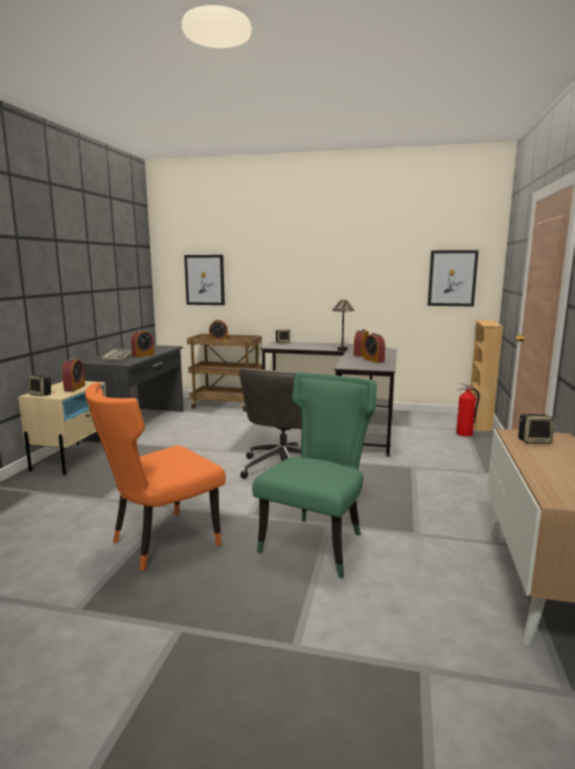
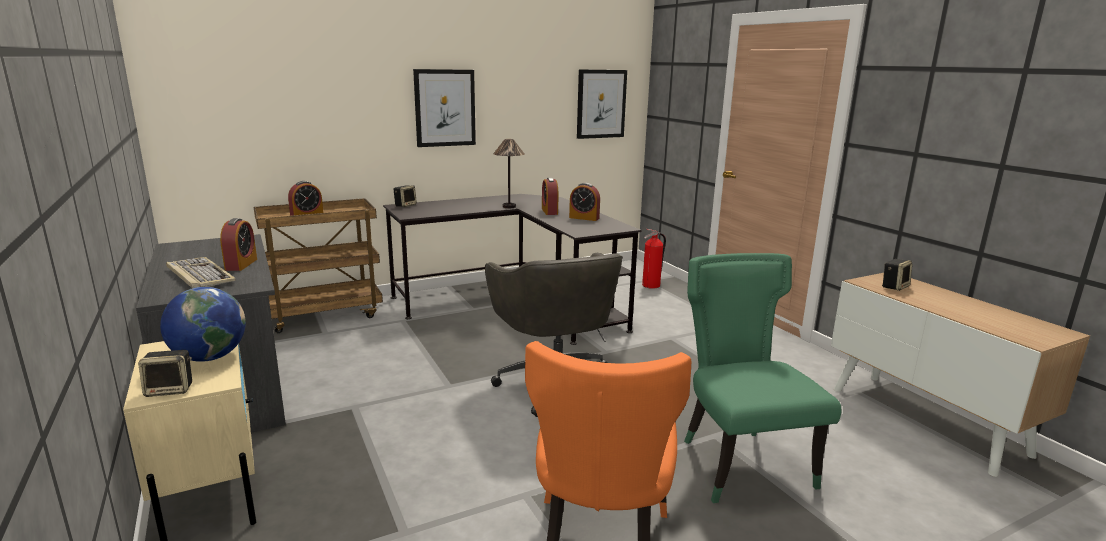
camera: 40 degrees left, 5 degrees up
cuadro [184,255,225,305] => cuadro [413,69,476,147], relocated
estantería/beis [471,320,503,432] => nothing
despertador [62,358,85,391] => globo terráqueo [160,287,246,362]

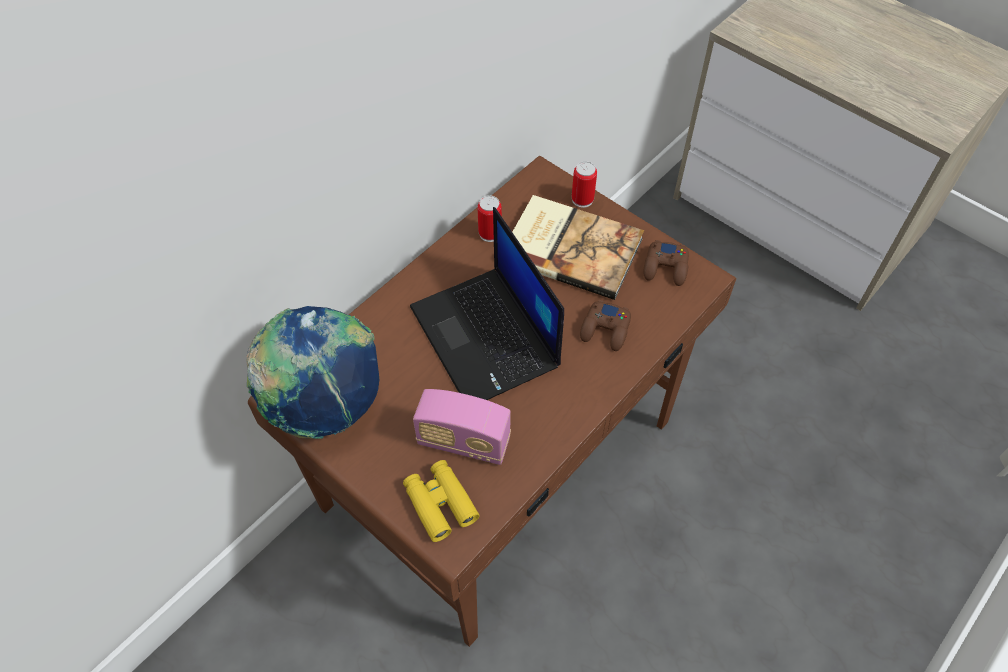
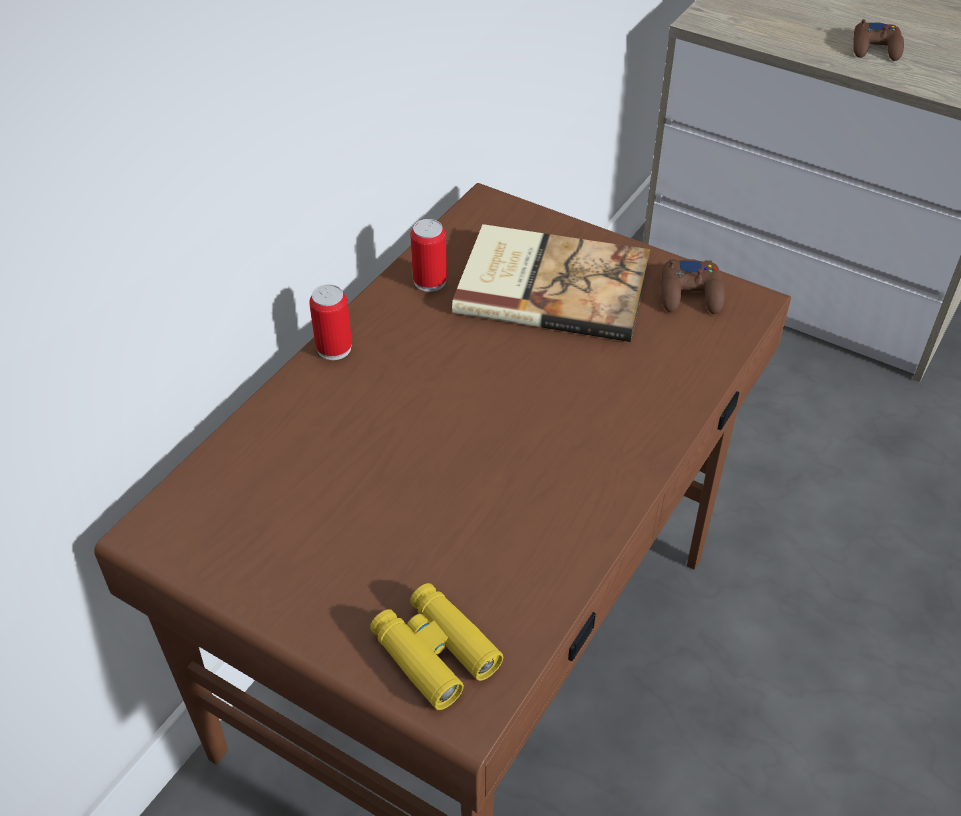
camera: 10 degrees left, 10 degrees down
lata [572,161,597,208] => lata [309,284,352,360], relocated
portátil [410,207,564,400] => nothing
mando de consola/marrón [580,300,631,351] => mando de consola/marrón [853,19,904,61], relocated
globo terráqueo [246,306,379,439] => nothing
radio [413,389,511,465] => nothing

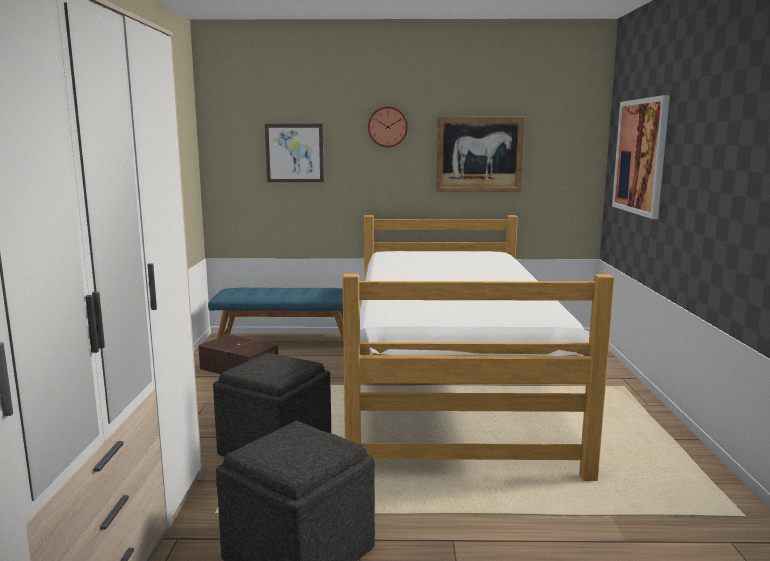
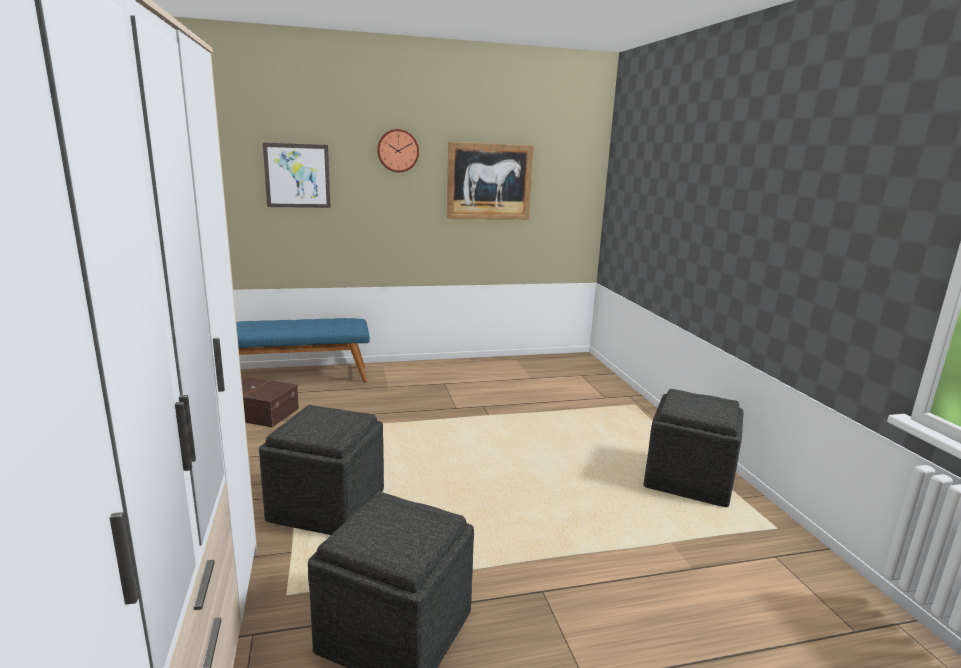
camera: 15 degrees left, 5 degrees up
cuadro [612,95,670,219] => nothing
cama [342,215,614,481] => nothing
nothing => puf/gris [643,389,743,507]

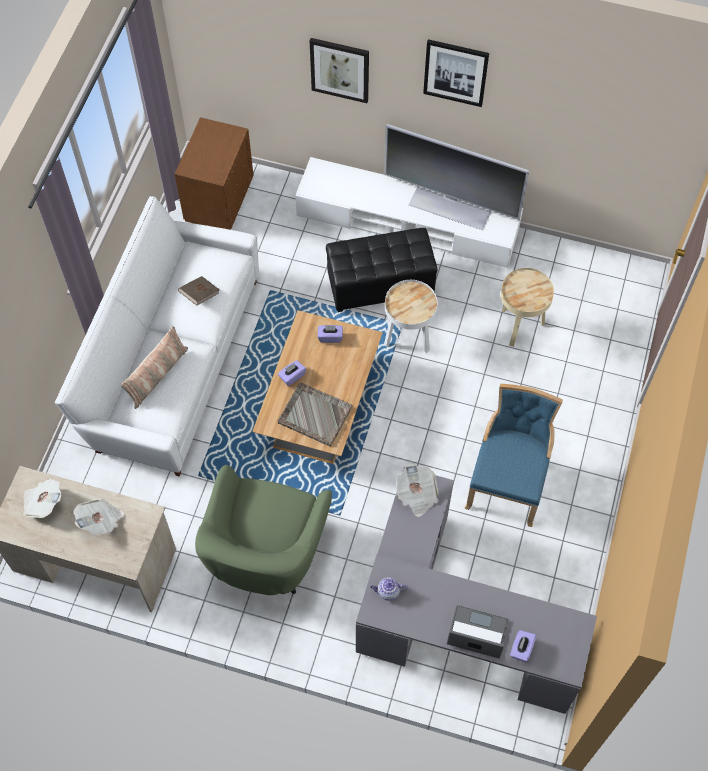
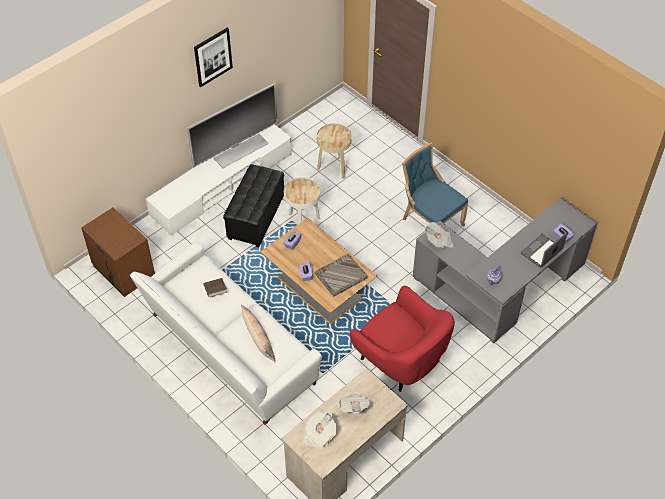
camera: 60 degrees left, 10 degrees down
cuadro [310,38,369,103] => nothing
sillón/verde [195,465,332,595] => sillón/rojo [350,286,455,392]

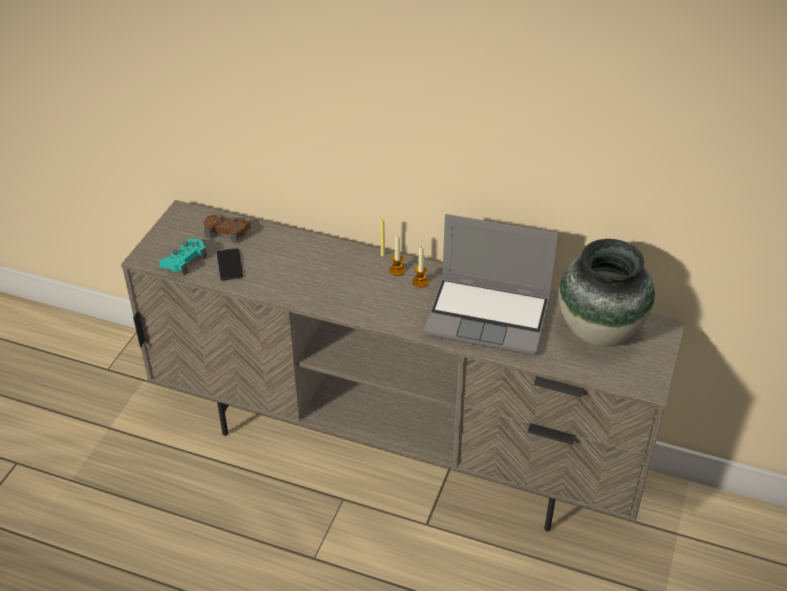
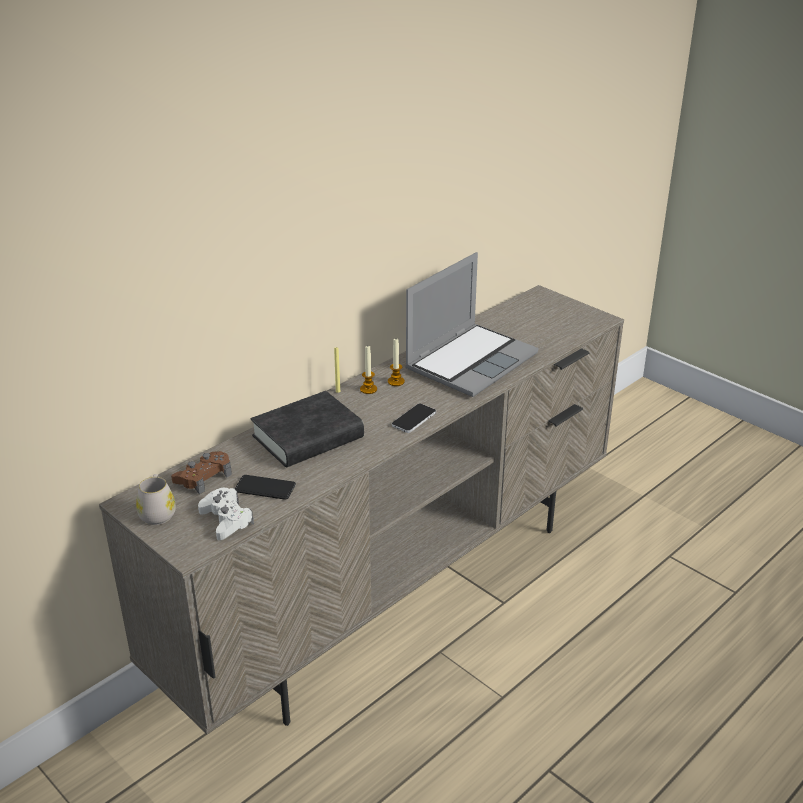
camera: 65 degrees left, 10 degrees down
mando de consola/turquesa [159,239,207,276] => mando de consola/blanco [198,488,254,540]
florero [558,239,655,346] => nothing
nothing => libro/negro [251,391,364,468]
nothing => móvil [392,403,436,433]
nothing => taza grande/blanco [136,474,176,525]

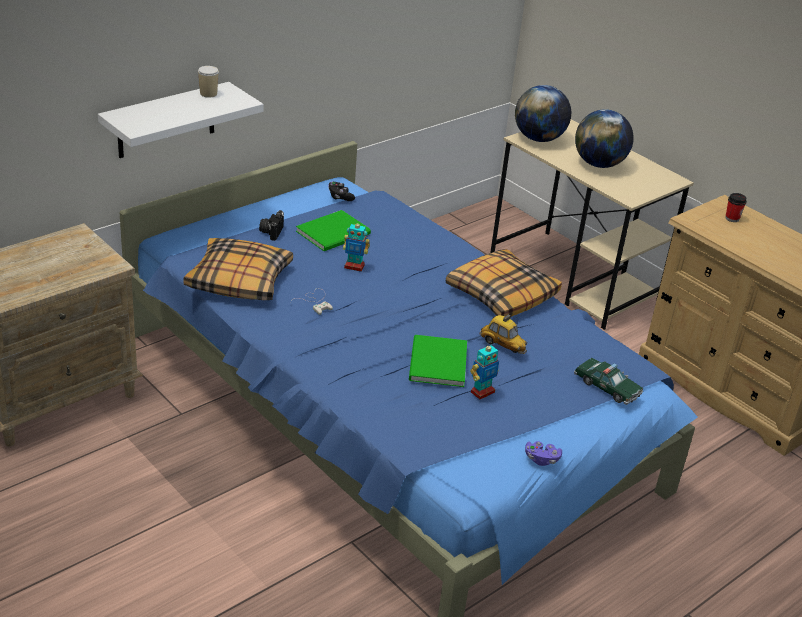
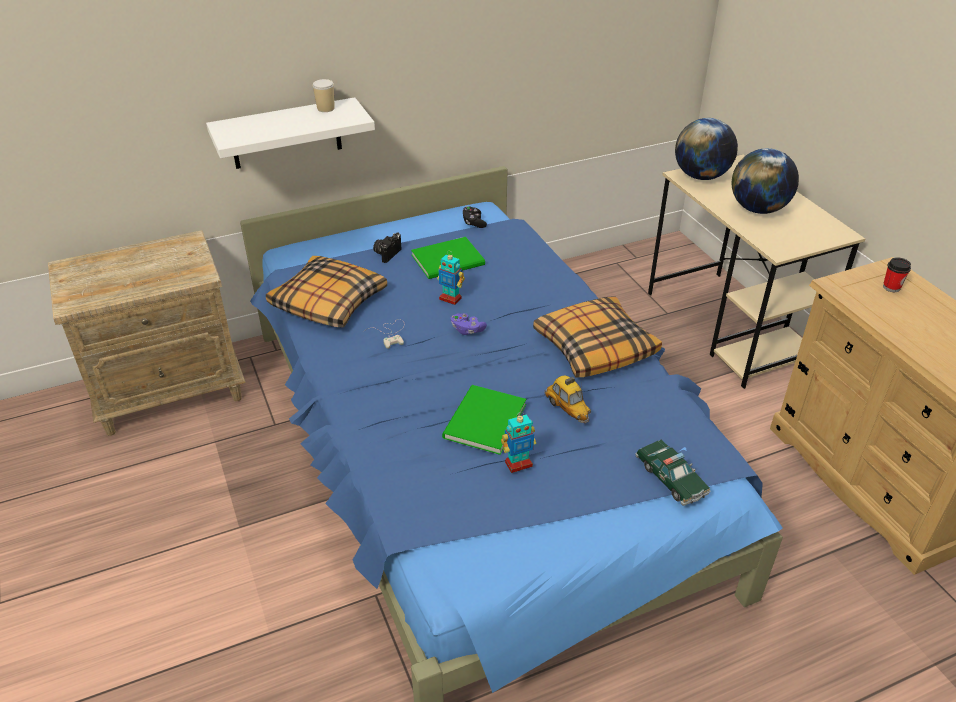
camera: 20 degrees right, 5 degrees up
mando de consola/morado [525,441,562,466] => mando de consola/morado [450,313,487,335], relocated

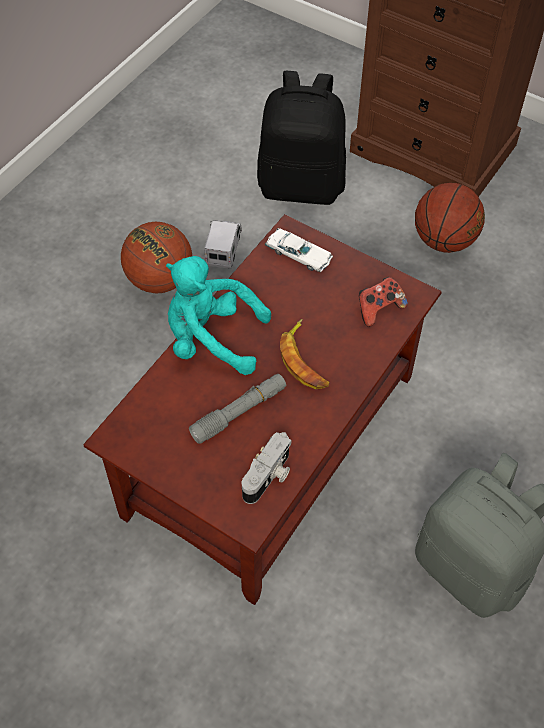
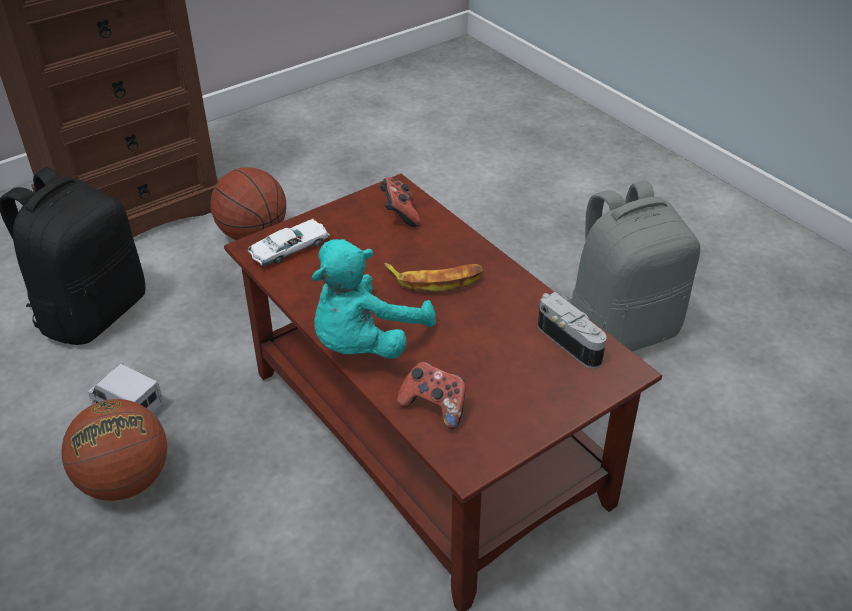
camera: 70 degrees left, 15 degrees down
linterna/gris [189,374,286,444] => nothing
nothing => mando de consola [397,361,466,429]

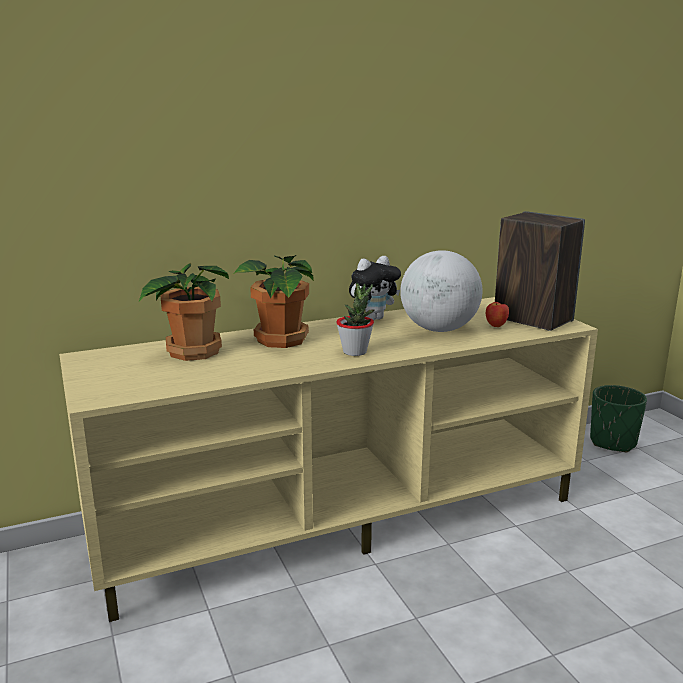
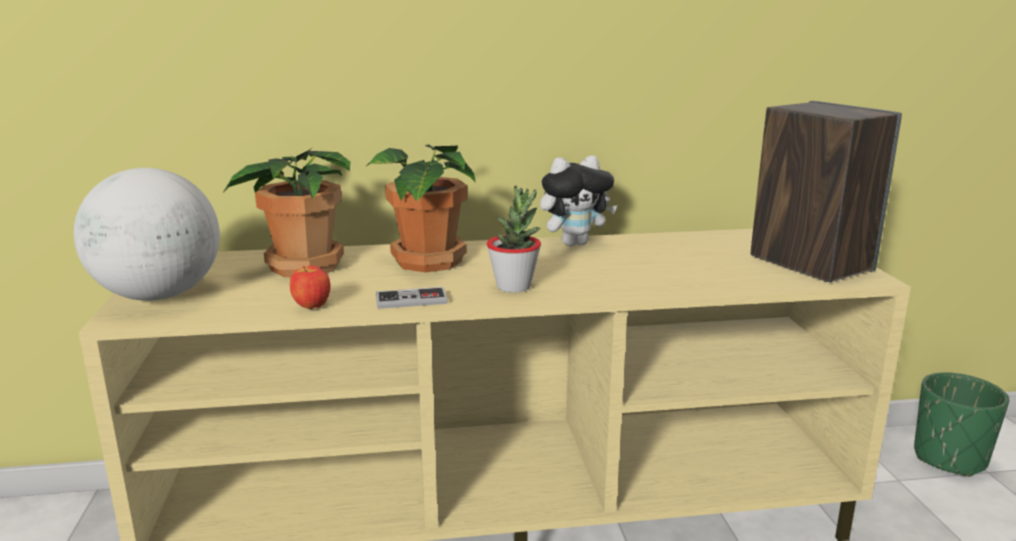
camera: 15 degrees right, 0 degrees up
globo terráqueo [400,250,482,332] => globo terráqueo [74,168,220,301], relocated
manzana [486,302,509,327] => manzana [290,266,331,309], relocated
nothing => mando de consola [376,287,448,309]

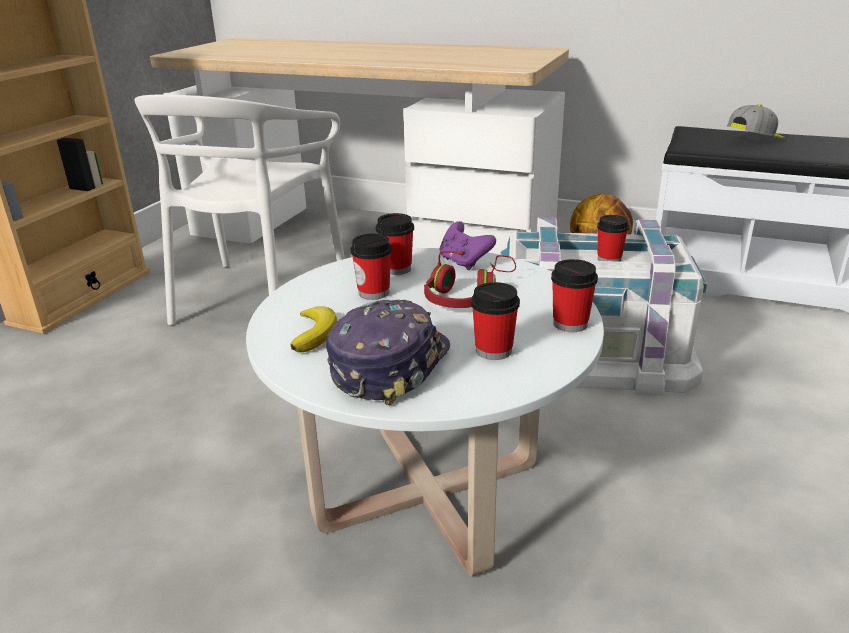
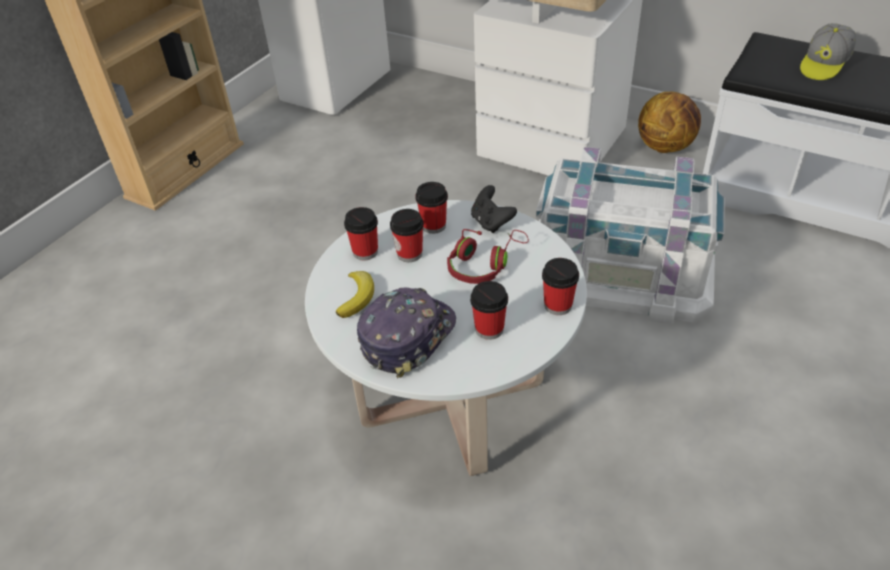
camera: 10 degrees right, 15 degrees up
silla/blanco [134,95,345,325] => nothing
gorra [727,104,785,138] => gorra [800,23,856,80], 150 degrees clockwise
taza [597,215,629,262] => taza [344,207,378,260], relocated
mando de consola/morado [439,221,496,270] => mando de consola/negro [471,185,517,233]

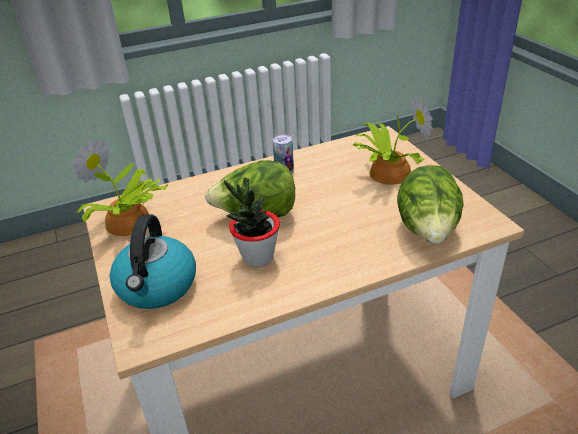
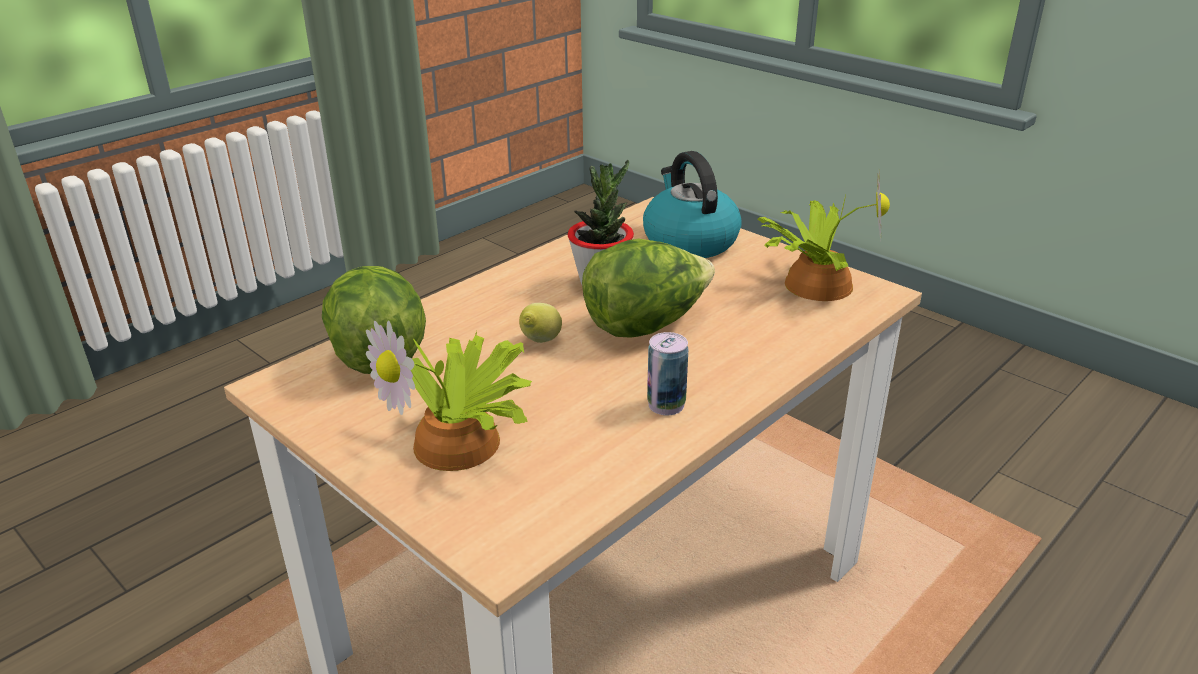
camera: 155 degrees right, 5 degrees down
nothing => limón [519,303,562,343]

